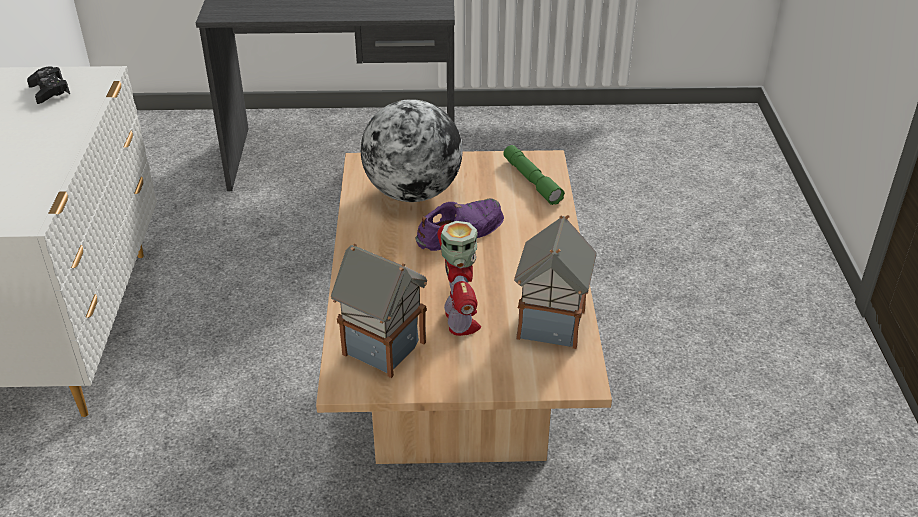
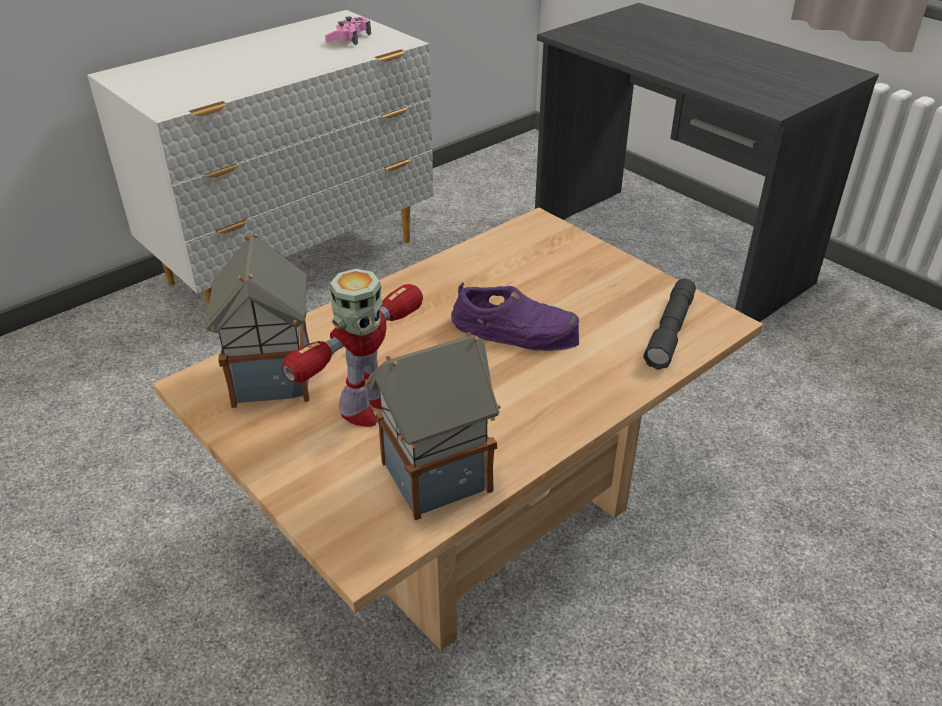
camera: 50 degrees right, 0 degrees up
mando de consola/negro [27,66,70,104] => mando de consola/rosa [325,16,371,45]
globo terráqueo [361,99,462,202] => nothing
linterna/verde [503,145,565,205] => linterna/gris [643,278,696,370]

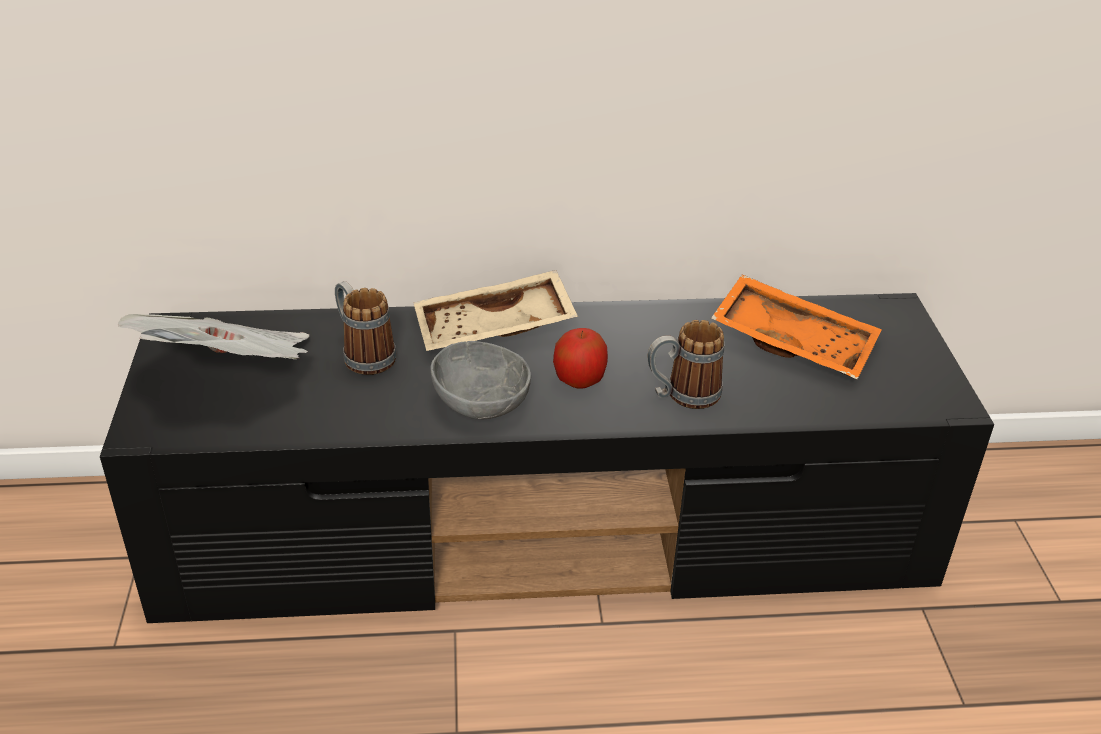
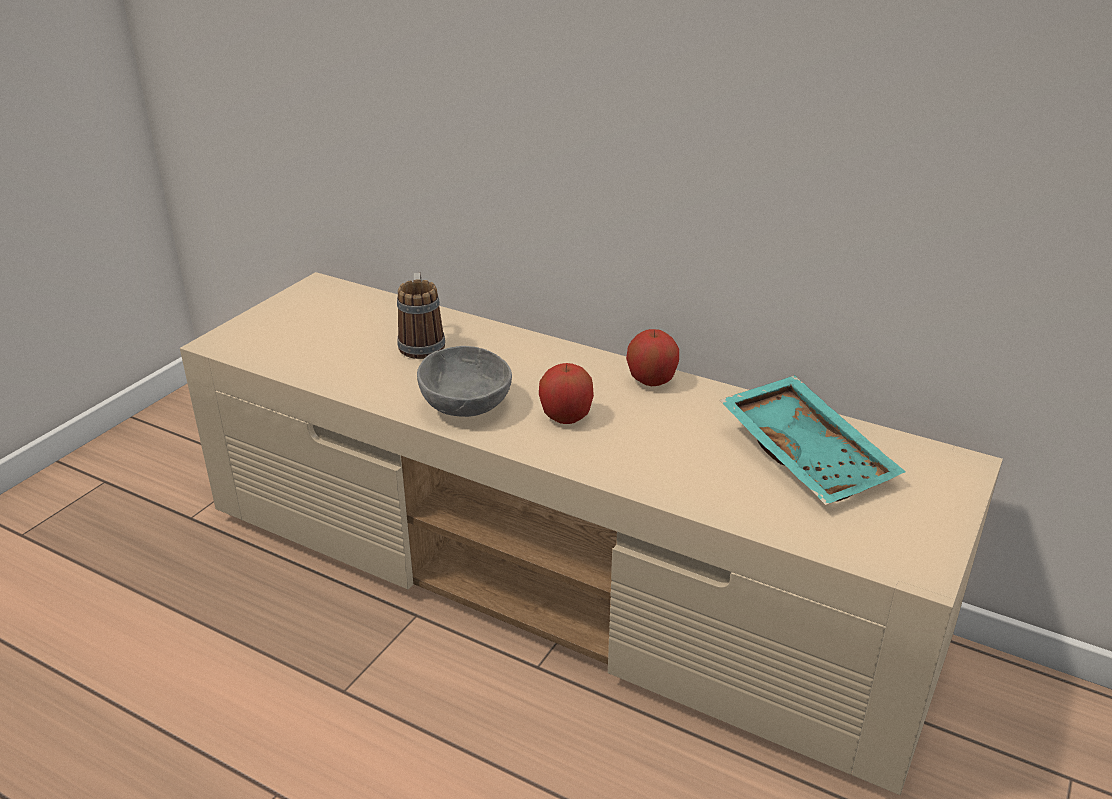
camera: 35 degrees right, 5 degrees down
bandeja/beis [414,270,578,351] => nothing
bandeja/naranja [711,275,882,379] => bandeja/turquesa [719,375,906,505]
mueble de televisión/negro [100,293,994,623] => mueble de televisión/beis [180,272,1003,795]
periódico [118,314,310,359] => nothing
taza grande [648,320,724,409] => nothing
nothing => manzana [626,329,679,386]

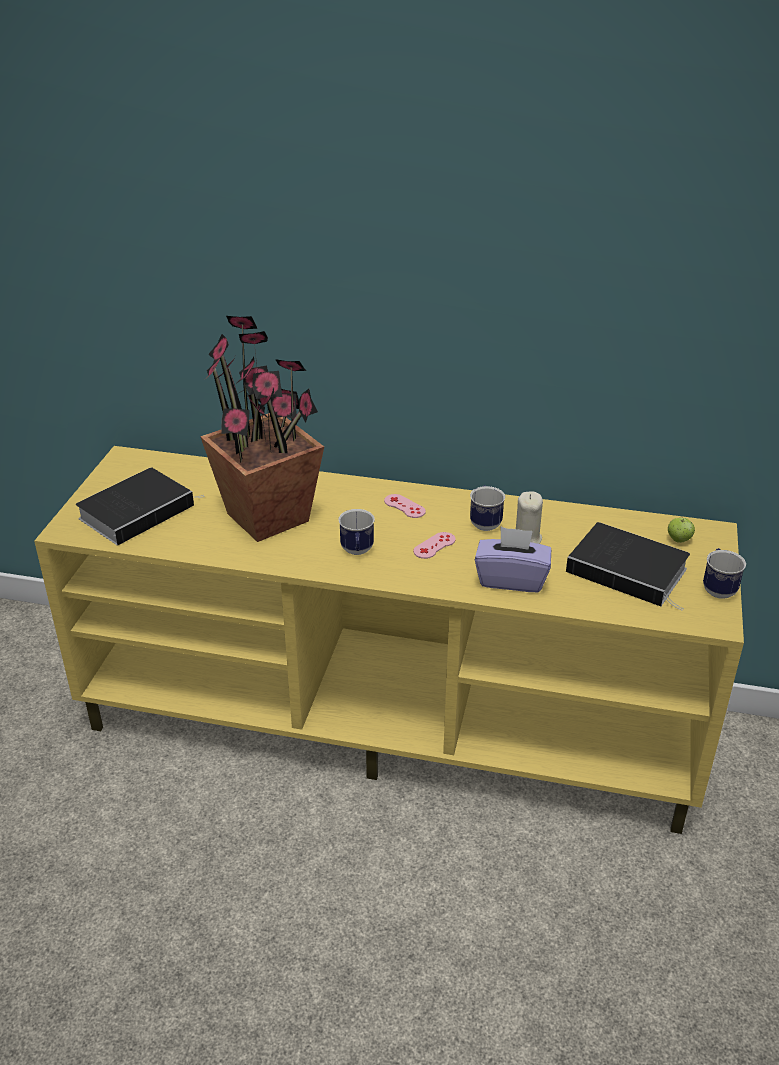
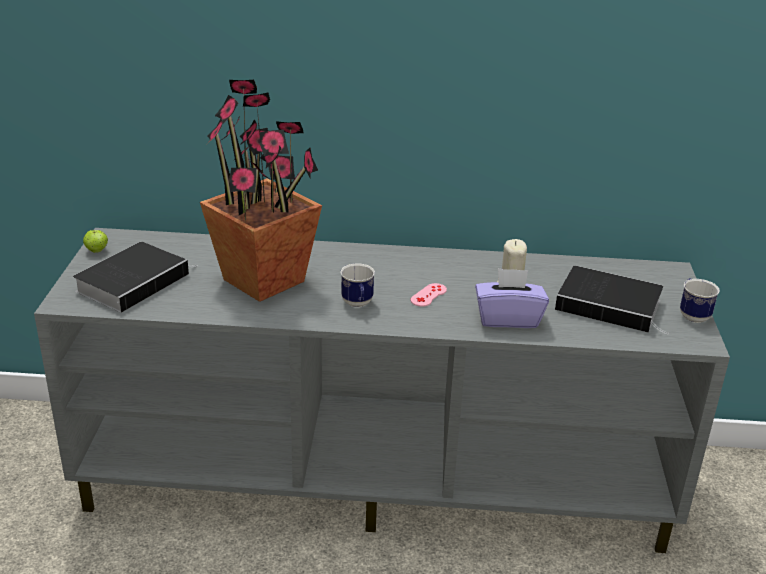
camera: 10 degrees left, 5 degrees down
mueble de televisión/amarillo [34,446,744,834] => mueble de televisión/gris [34,228,730,553]
taza grande [470,485,505,531] => nothing
mando de consola/rosa [384,494,426,518] => nothing
manzana [668,518,695,543] => manzana [83,230,108,253], relocated

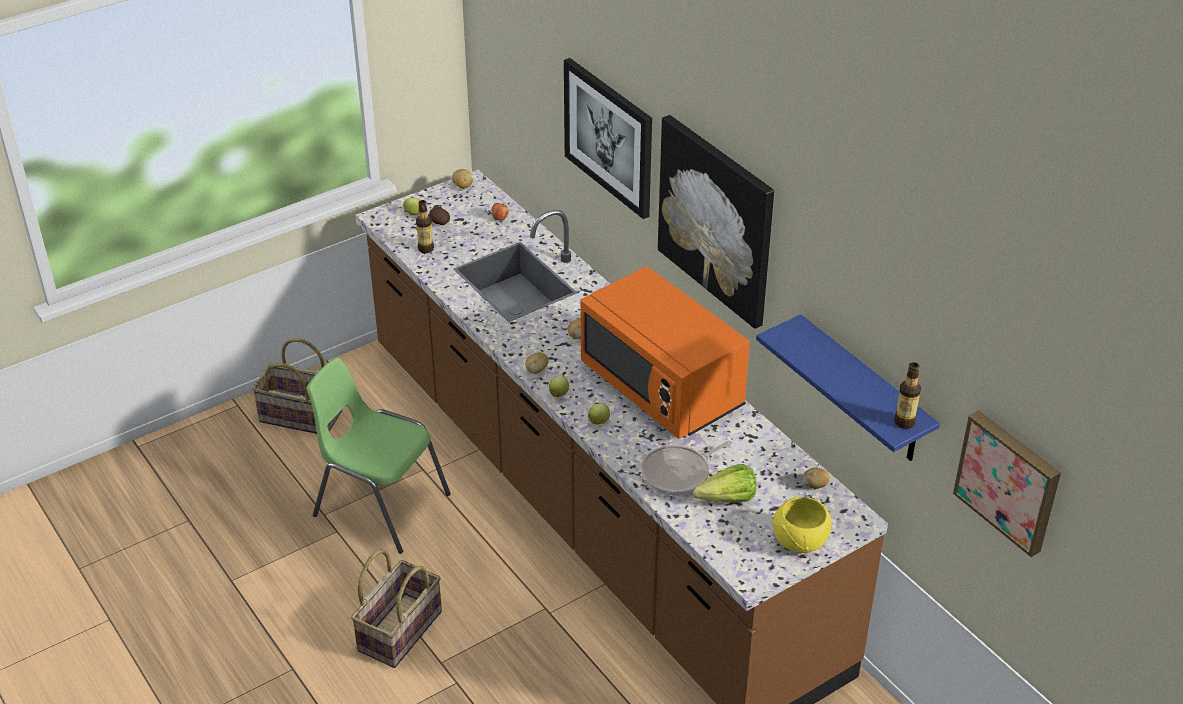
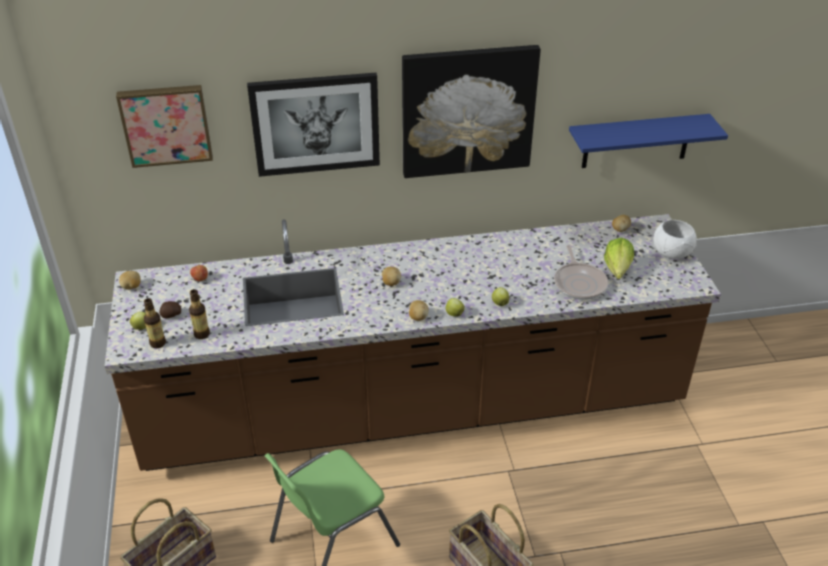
camera: 65 degrees left, 0 degrees up
microondas/naranja [580,267,750,439] => nothing
botella [894,362,921,429] => botella [144,298,166,348], relocated
cuadro [953,410,1061,557] => cuadro [116,85,213,168], relocated
cuenco/amarillo [772,497,832,553] => cuenco/blanco [654,220,697,259]

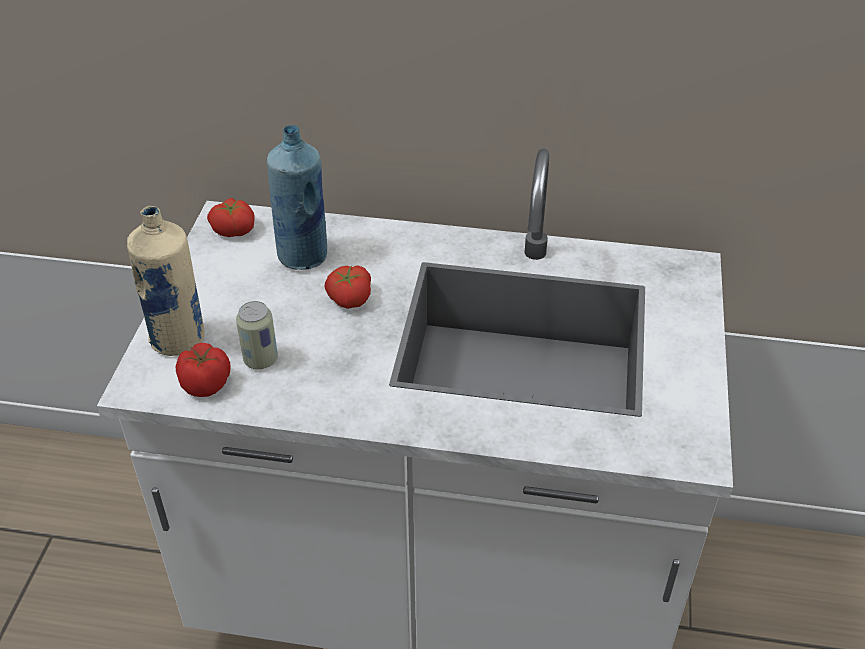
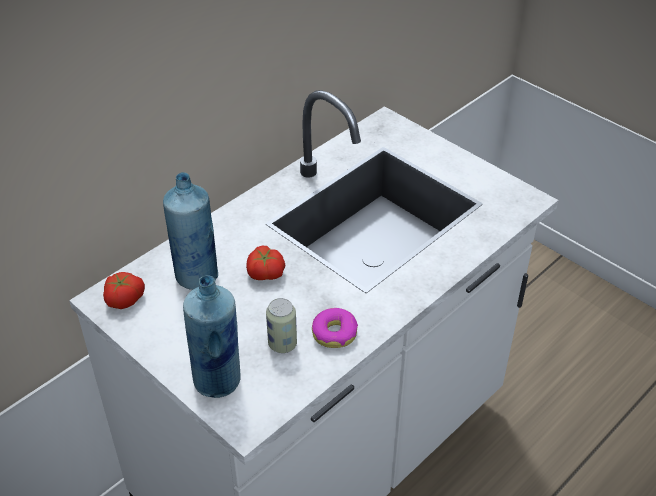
camera: 55 degrees left, 0 degrees up
botella/beis [127,206,205,356] => botella/azul [183,275,241,398]
tomate [176,343,230,397] => nothing
nothing => rosquilla [312,308,358,348]

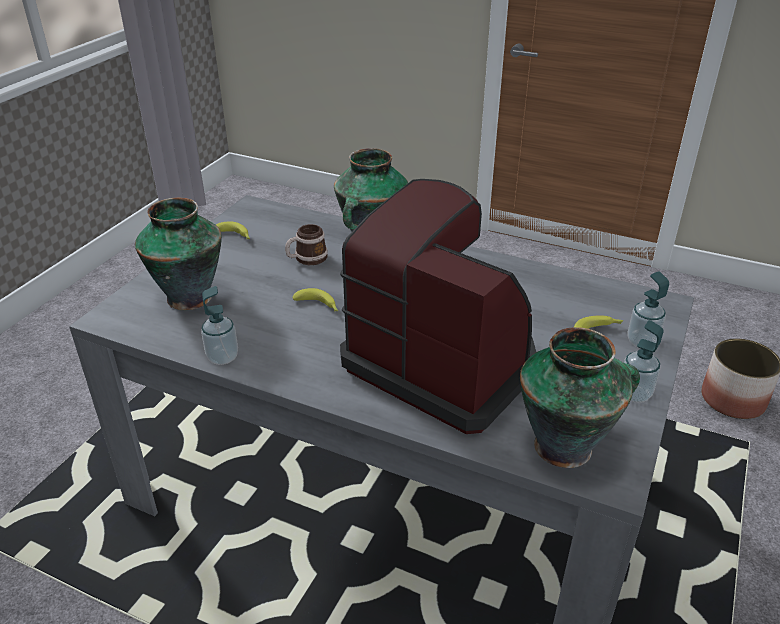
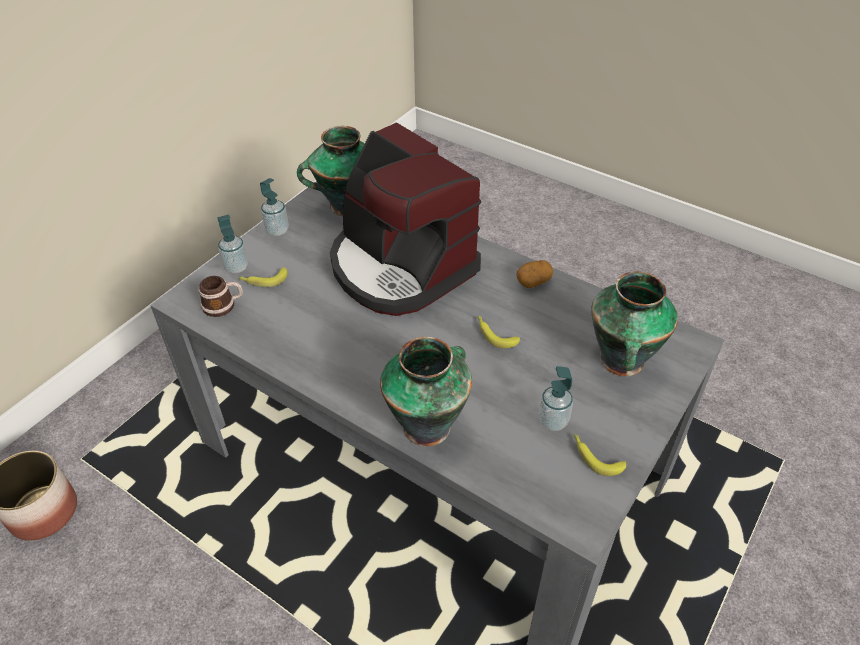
camera: 170 degrees left, 10 degrees up
taza grande [285,224,328,265] => taza grande [199,276,243,317], relocated
dispensador de jabón [201,286,238,365] => dispensador de jabón [539,366,573,431], relocated
nothing => patata [517,260,553,288]

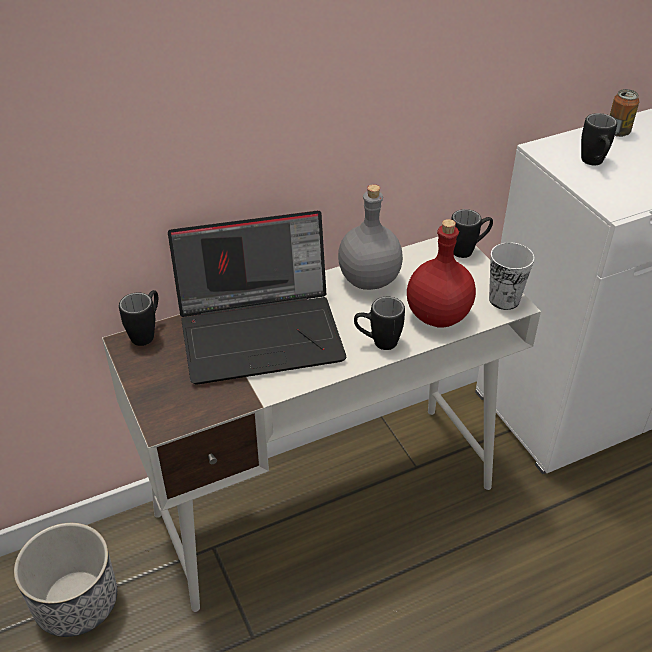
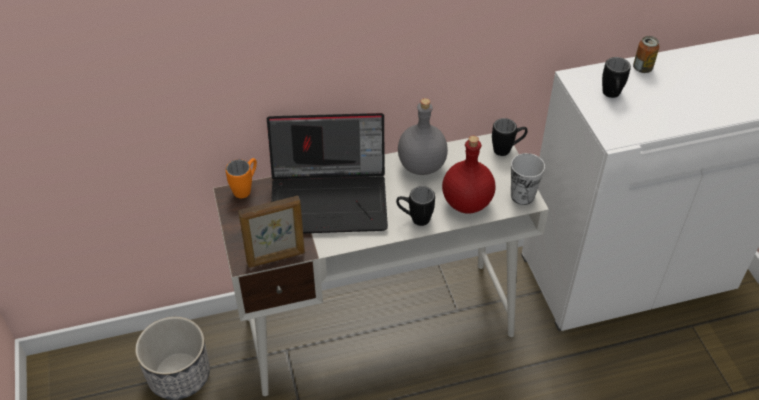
camera: 10 degrees right, 5 degrees up
taza grande/negro [119,290,158,346] => taza grande/naranja [226,158,257,198]
nothing => portarretratos [238,196,305,268]

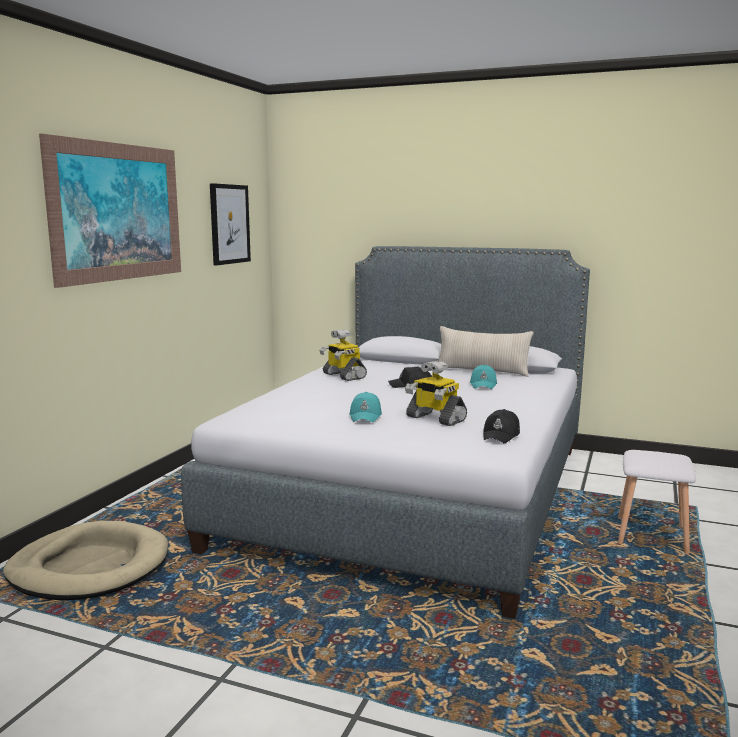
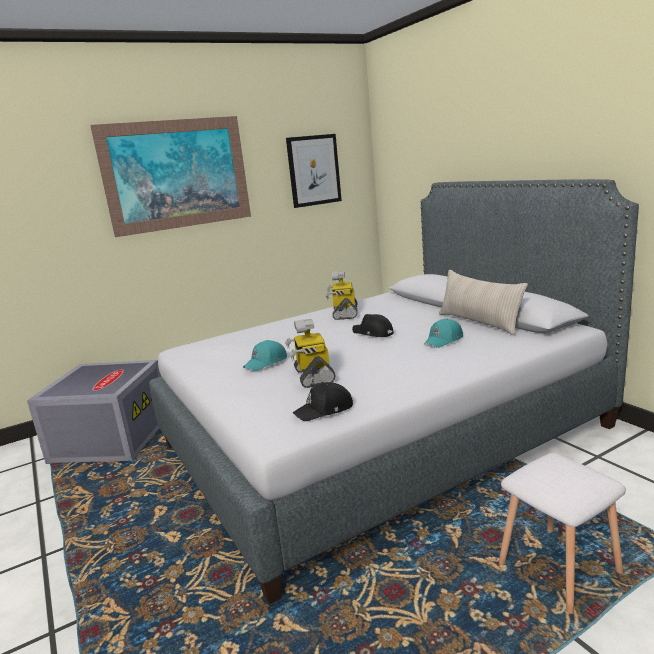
camera: 40 degrees right, 5 degrees up
cama para perro/beis [3,521,168,600] => caja de almacenaje/gris [27,360,161,464]

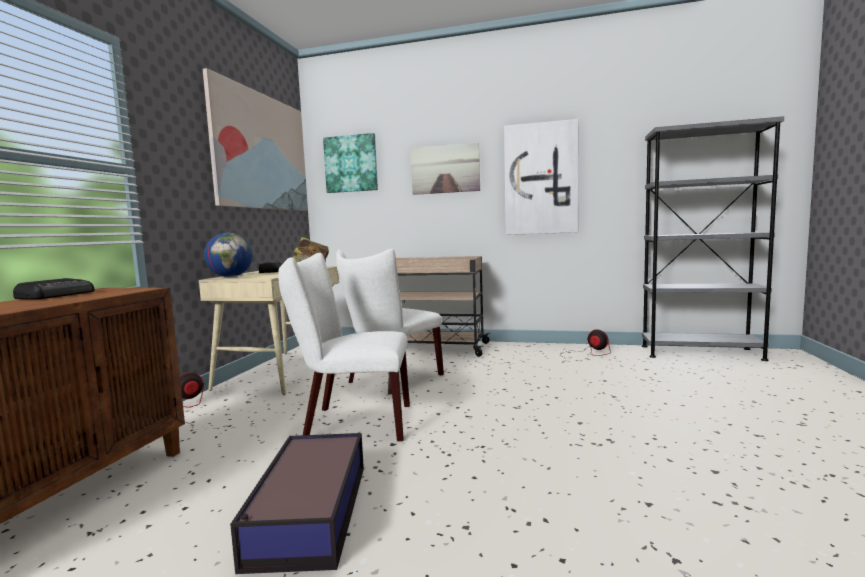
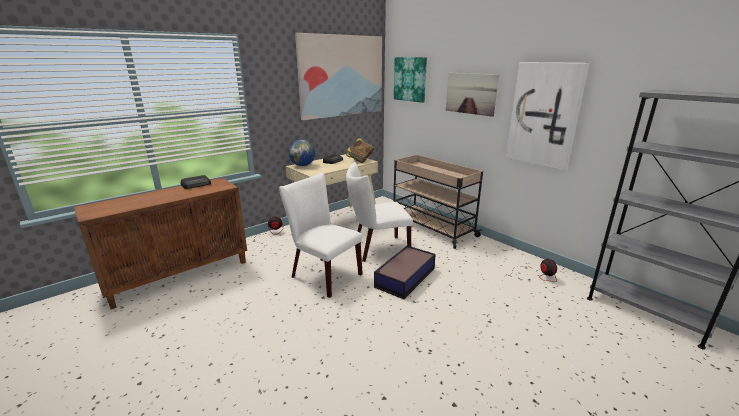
camera: 35 degrees right, 15 degrees up
caja de almacenaje [230,433,364,574] => caja de almacenaje [374,245,436,299], relocated

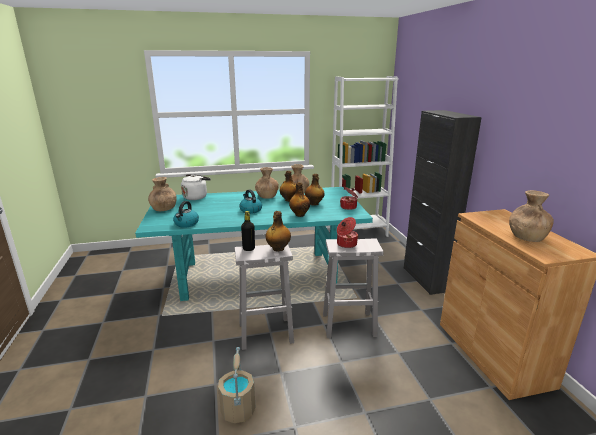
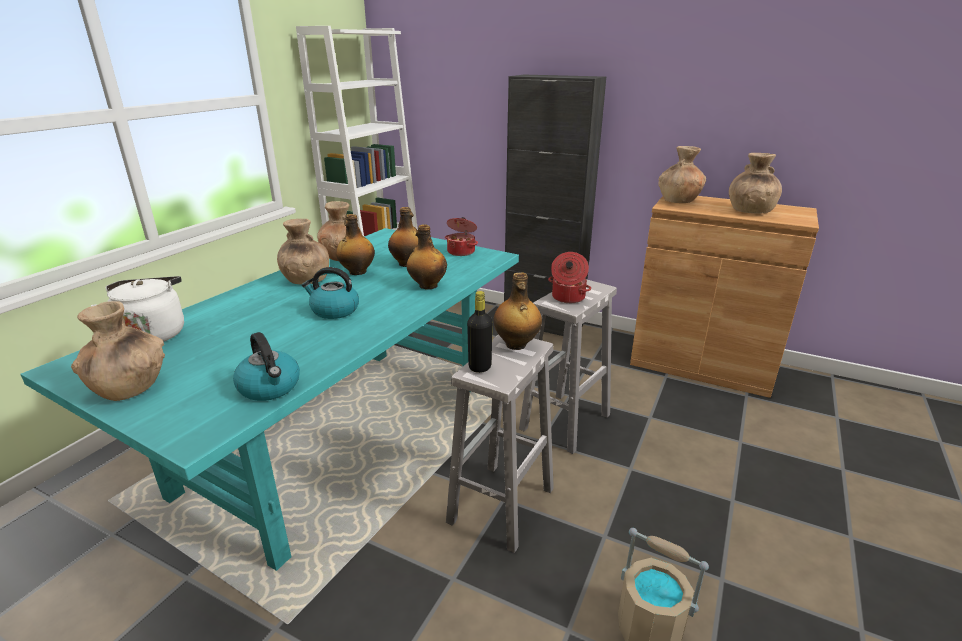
camera: 50 degrees left, 5 degrees up
nothing => florero/marrón [658,146,706,203]

